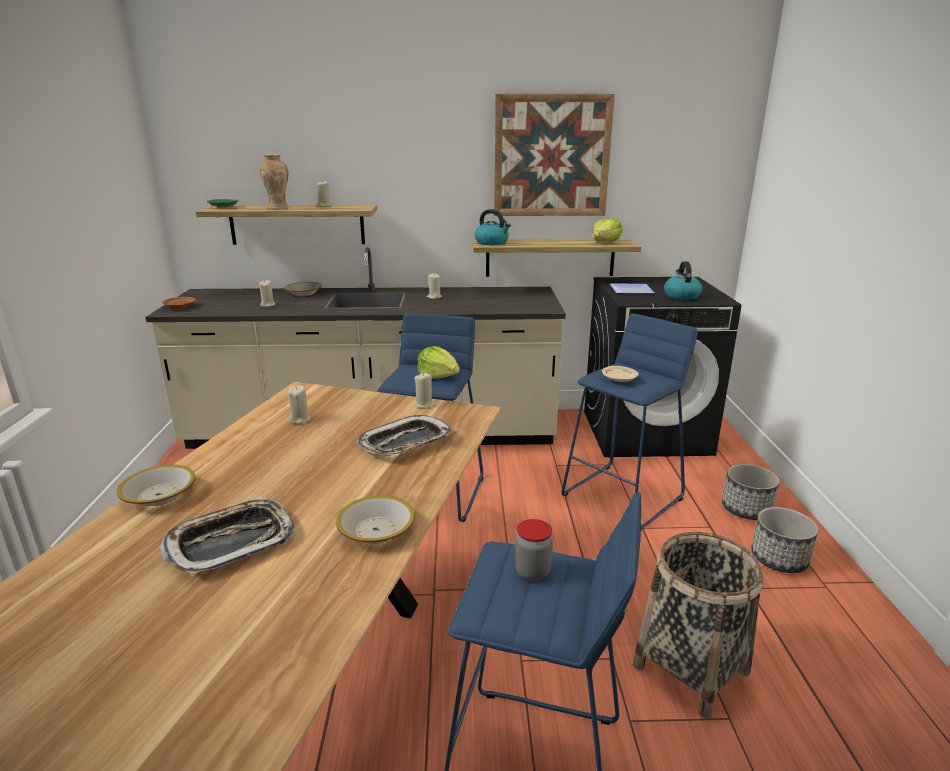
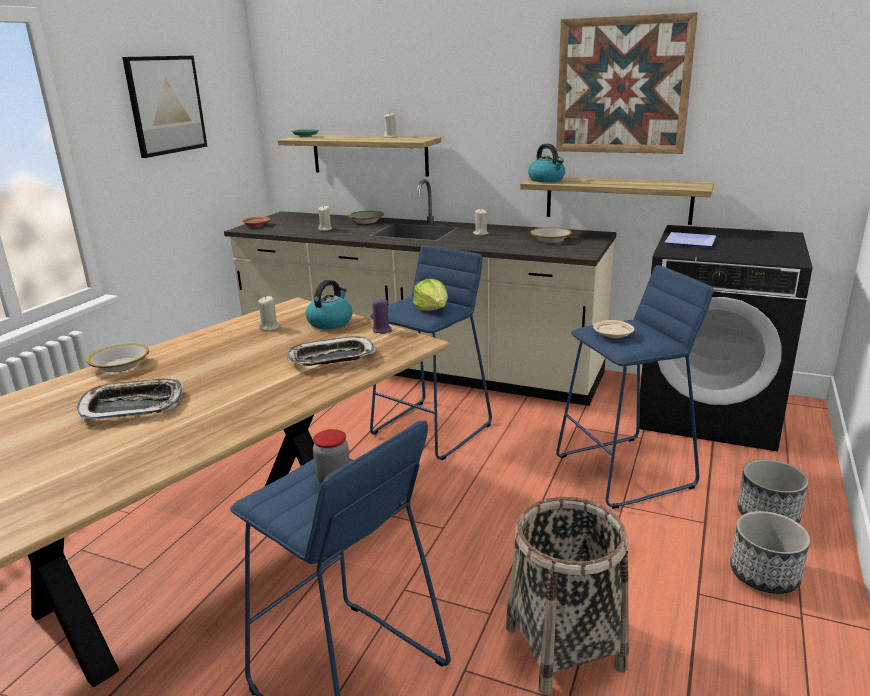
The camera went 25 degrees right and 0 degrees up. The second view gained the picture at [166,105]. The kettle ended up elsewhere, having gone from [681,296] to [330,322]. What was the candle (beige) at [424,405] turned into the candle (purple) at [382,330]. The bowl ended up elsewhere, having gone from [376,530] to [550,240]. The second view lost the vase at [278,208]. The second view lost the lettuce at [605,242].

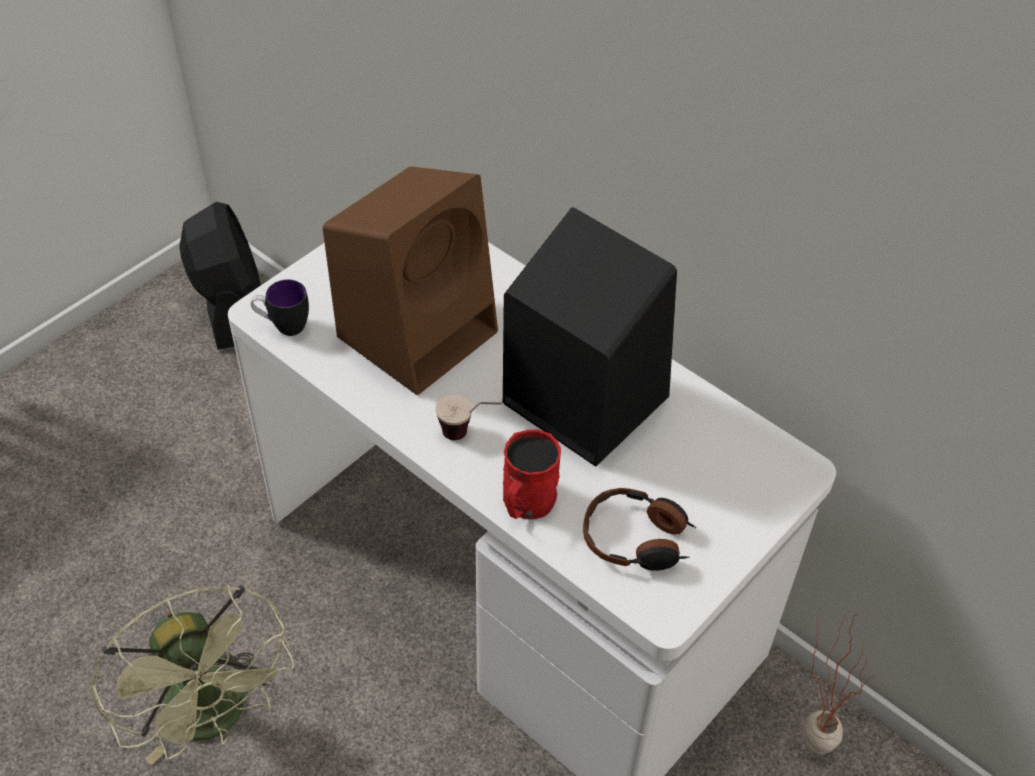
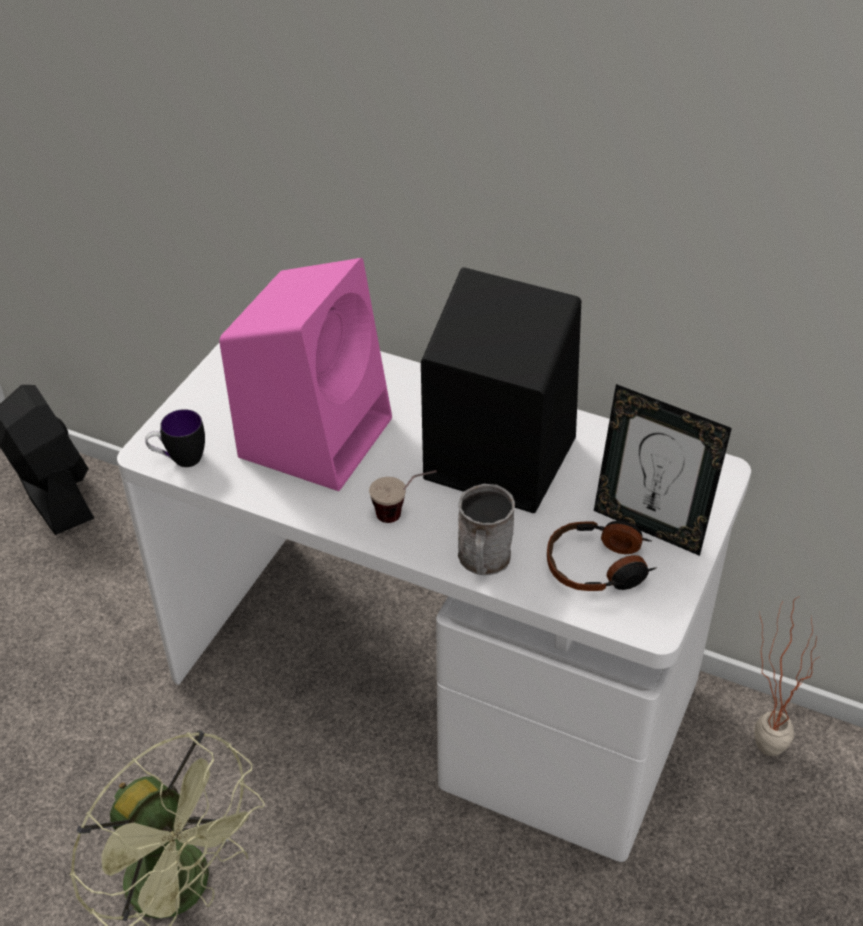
The camera went 15 degrees left and 5 degrees down. What was the speaker (brown) at [419,331] turned into the speaker (pink) at [317,434]. What was the mug (red) at [526,503] turned into the mug (grey) at [483,561]. The second view gained the picture frame at [650,526].

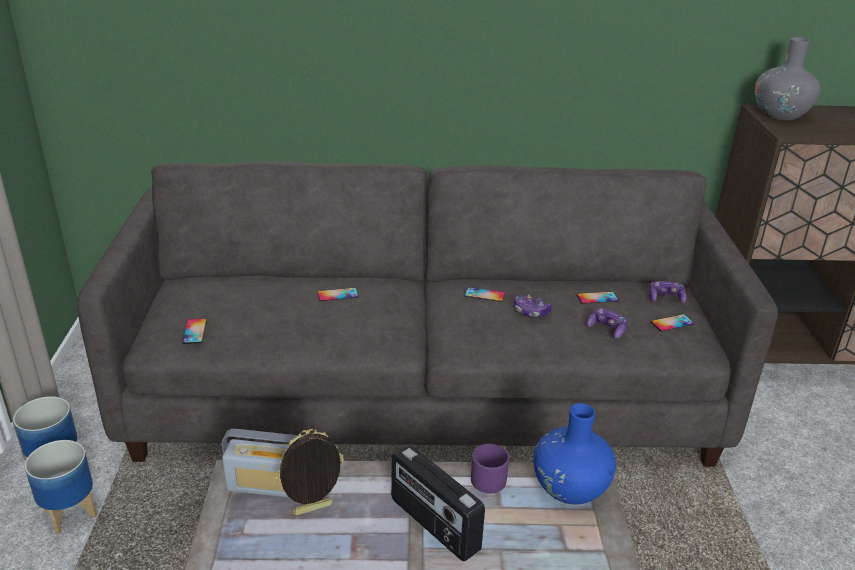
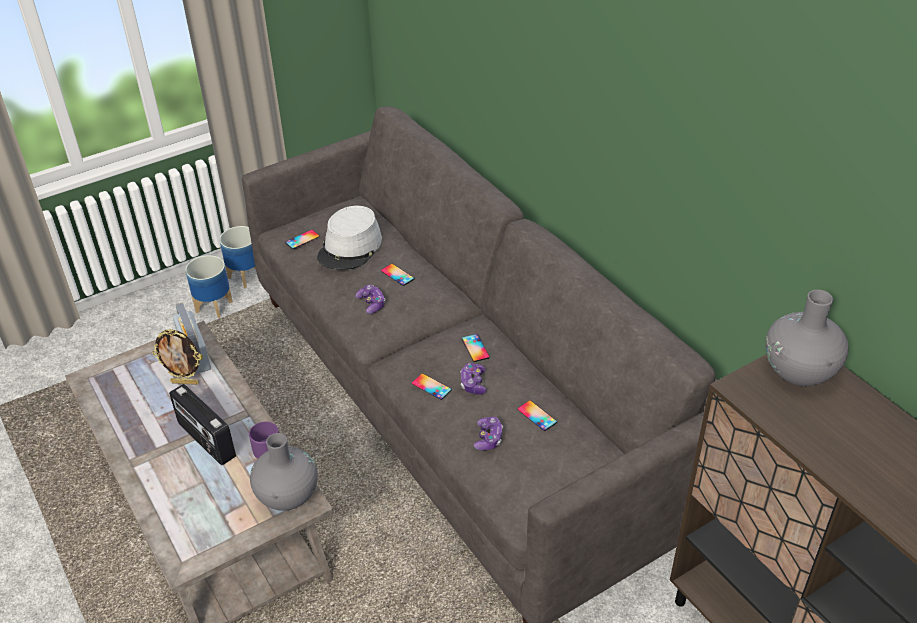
The camera went 60 degrees right and 10 degrees up. The picture frame at [313,510] ended up facing another way, 150 degrees clockwise from before. The radio at [433,525] ended up facing another way, 60 degrees counterclockwise from before. What was the vase (blue) at [570,488] turned into the vase (grey) at [287,495]. The second view gained the hat (grey) at [350,248]. The game controller ended up elsewhere, having gone from [665,298] to [371,303]. The phone ended up elsewhere, having gone from [672,323] to [431,386].

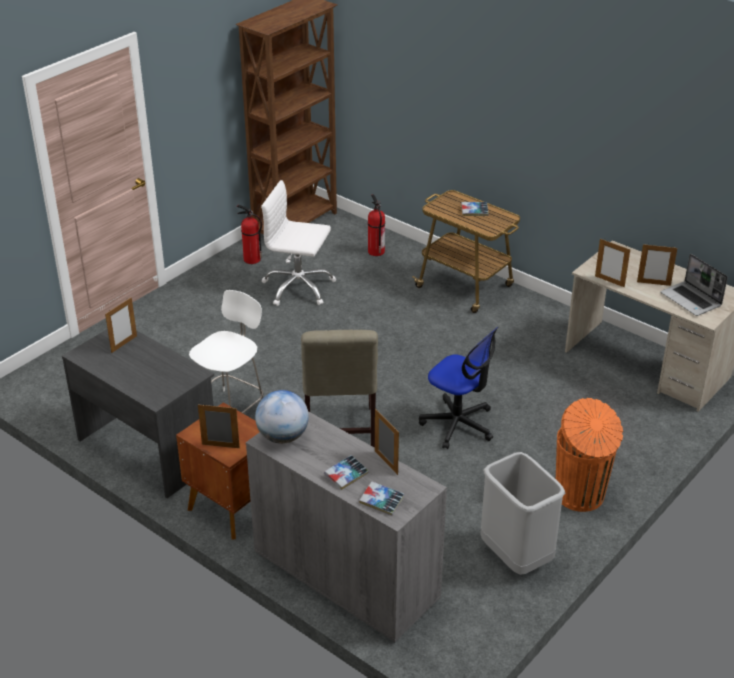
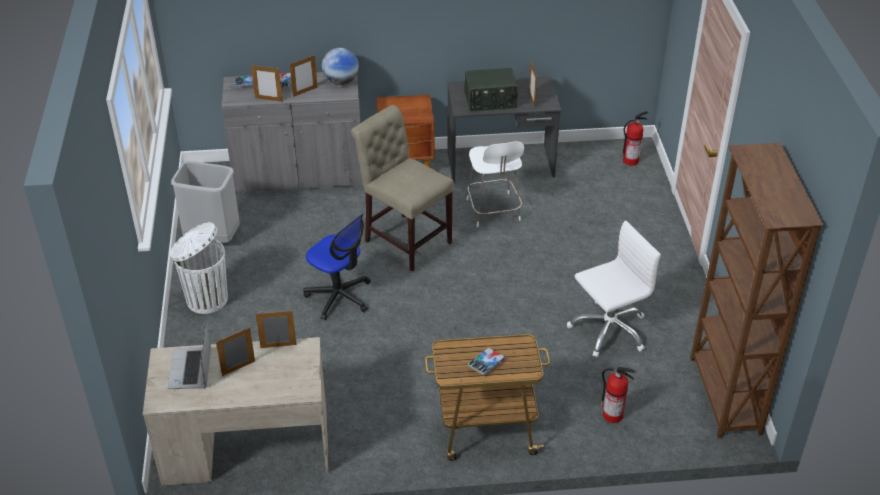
The camera went 135 degrees right and 5 degrees up. The laptop at [691,300] ended up facing another way, 105 degrees counterclockwise from before. What was the trash can (orange) at [580,495] turned into the trash can (white) at [205,299]. The picture frame ended up elsewhere, having gone from [220,446] to [305,92]. The office chair at [458,424] ended up facing another way, 135 degrees counterclockwise from before. The second view gained the radio at [490,101]. The fire extinguisher ended up elsewhere, having gone from [251,259] to [631,160].

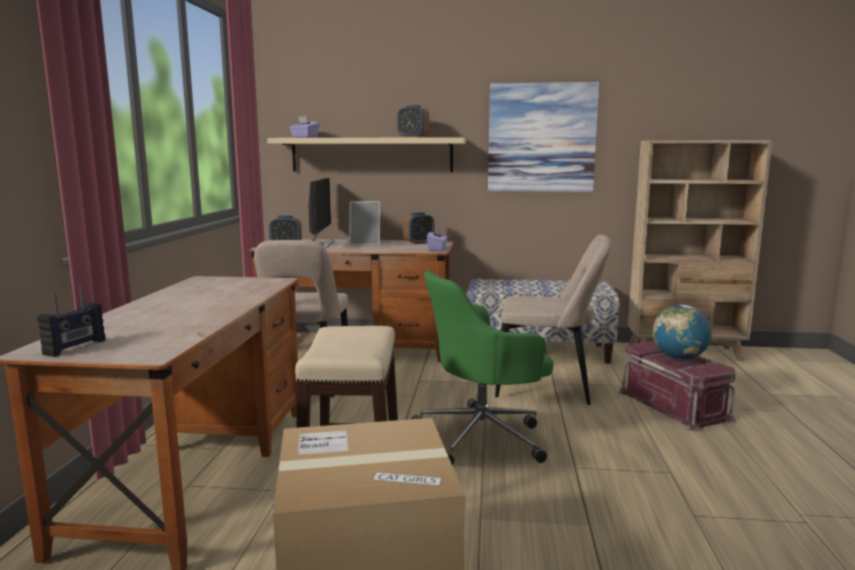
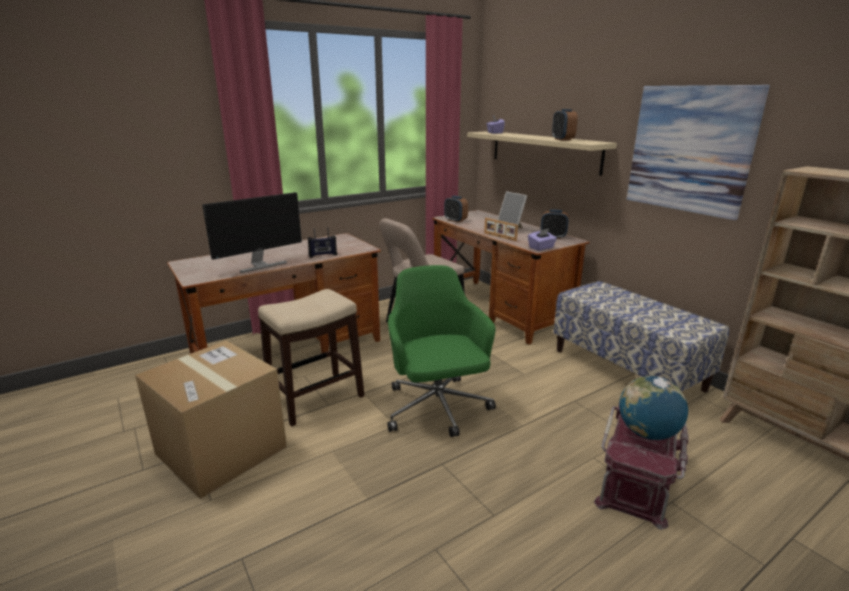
The camera went 50 degrees right and 10 degrees up. The monitor ended up elsewhere, having gone from [321,244] to [260,265]. The radio ended up elsewhere, having gone from [75,347] to [323,255]. The office chair (green) at [483,436] ended up facing another way, 45 degrees clockwise from before. The second view gained the picture frame at [499,237]. The second view lost the chair (beige) at [548,388].

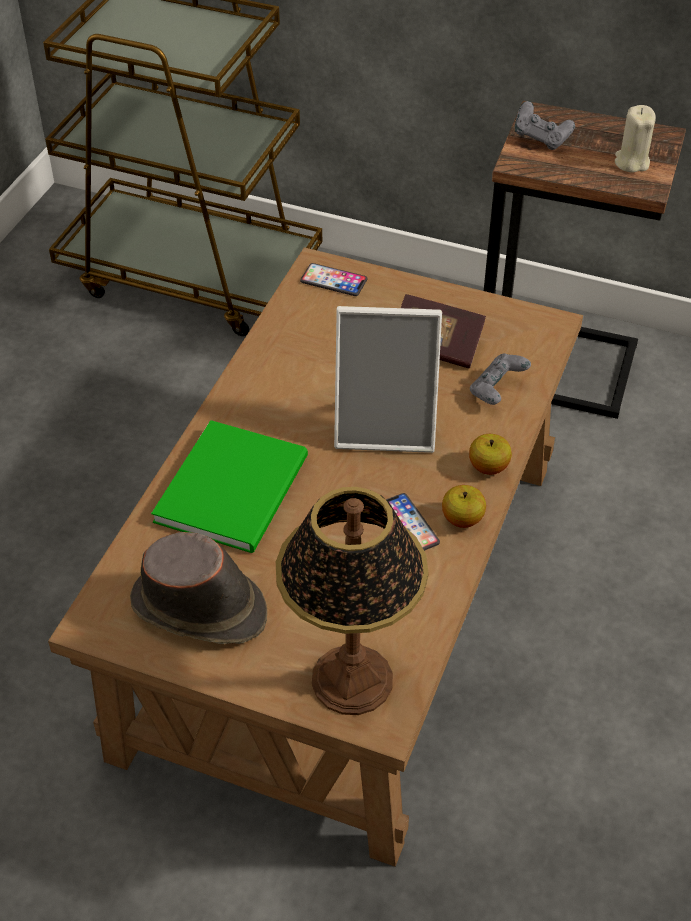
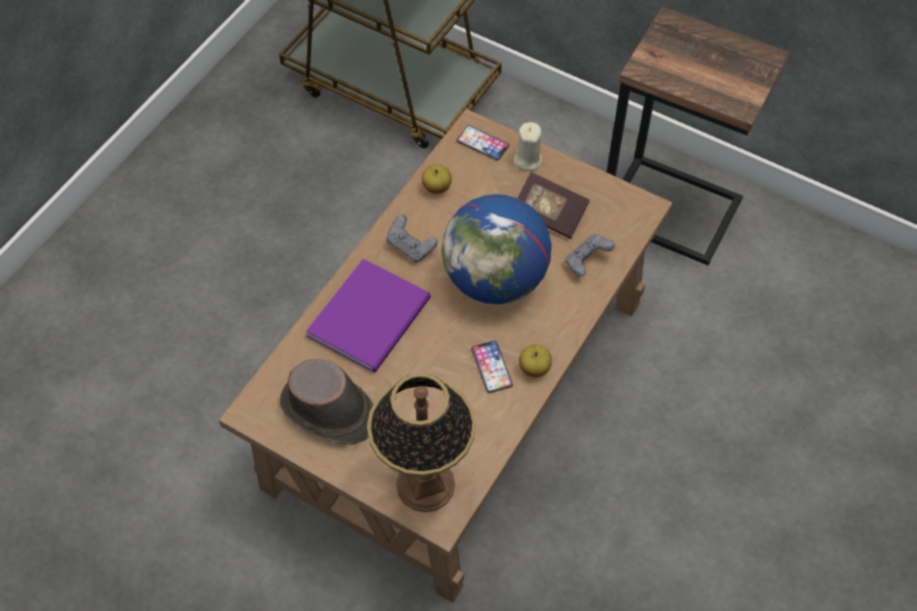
The camera went 10 degrees right and 10 degrees up. What was the book (green) at [237,487] turned into the book (purple) at [373,316]. The game controller (grey) ended up elsewhere, having gone from [541,139] to [411,247]. The apple ended up elsewhere, having gone from [488,467] to [436,187]. Where the picture frame stood at [386,425], the globe came to stand at [495,280]. The candle (beige) ended up elsewhere, having gone from [631,162] to [527,160].

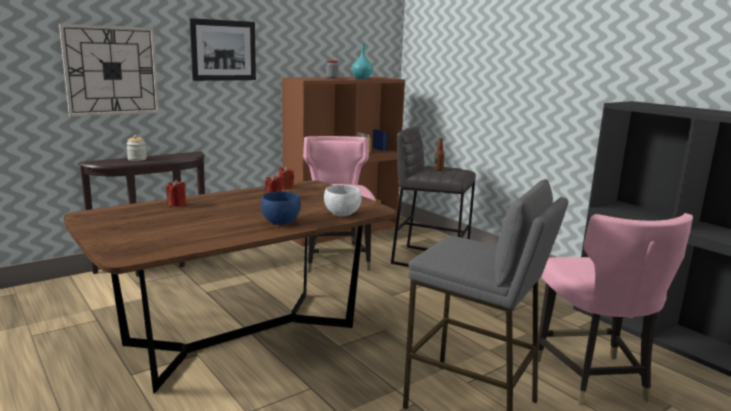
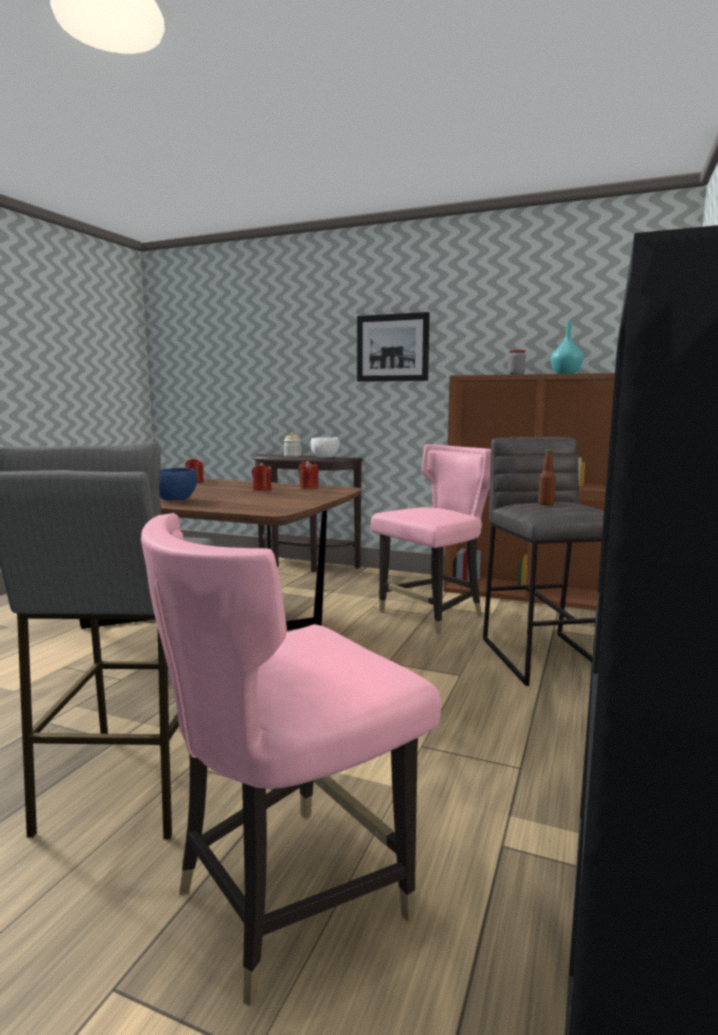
The camera went 60 degrees right and 5 degrees down. The bowl (white) ended up elsewhere, having gone from [342,214] to [325,458]. The second view lost the wall clock at [111,70].

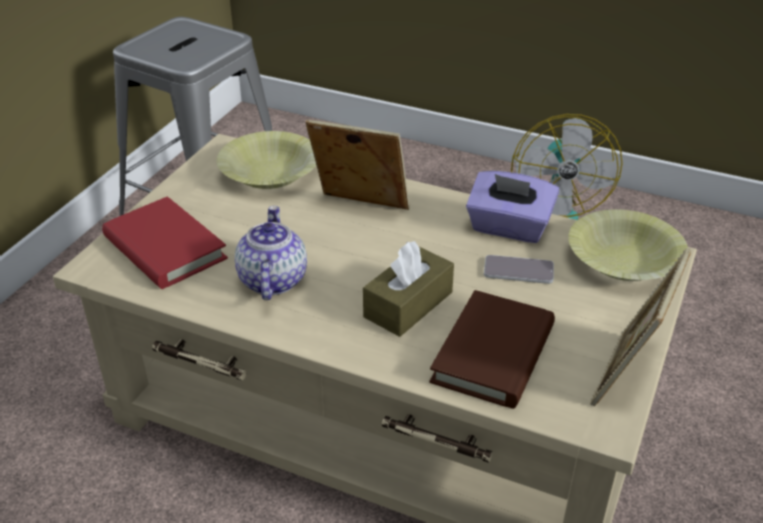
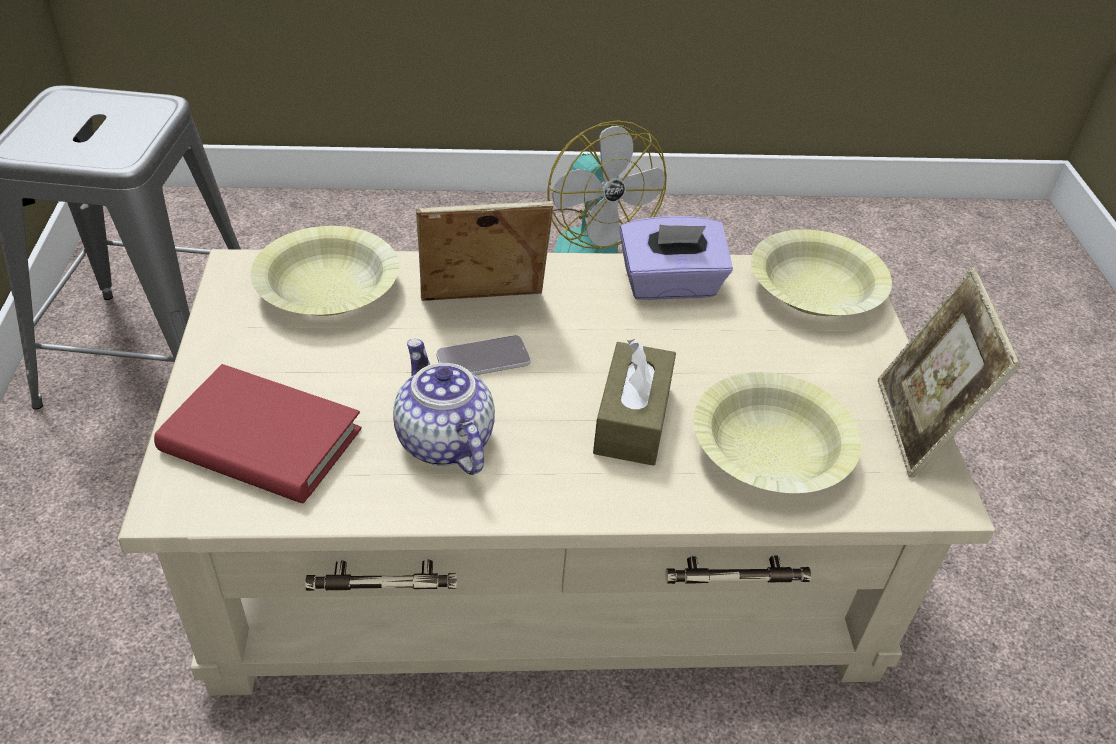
The camera went 30 degrees left and 5 degrees up. The phone ended up elsewhere, having gone from [518,270] to [483,359]. Where the book (brown) stood at [493,354], the bowl (yellow) came to stand at [770,451].

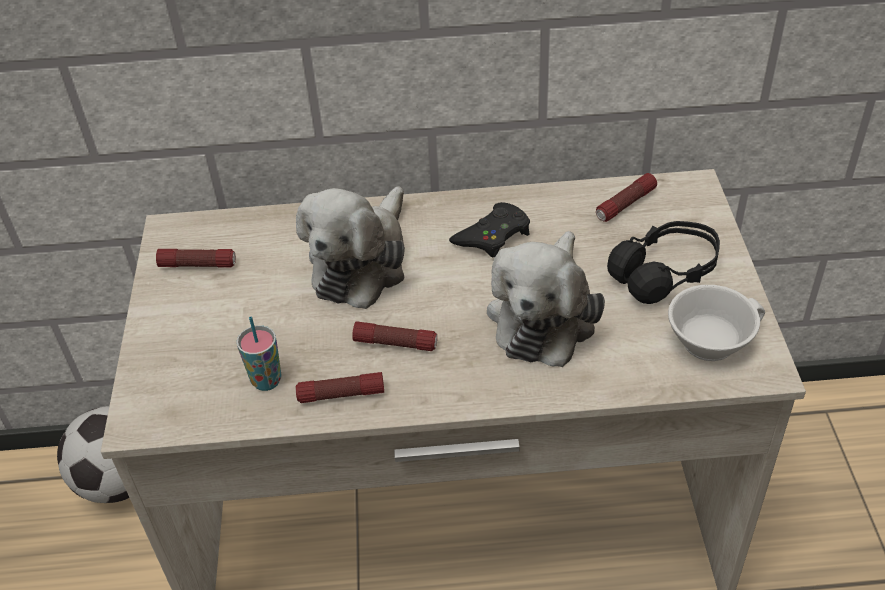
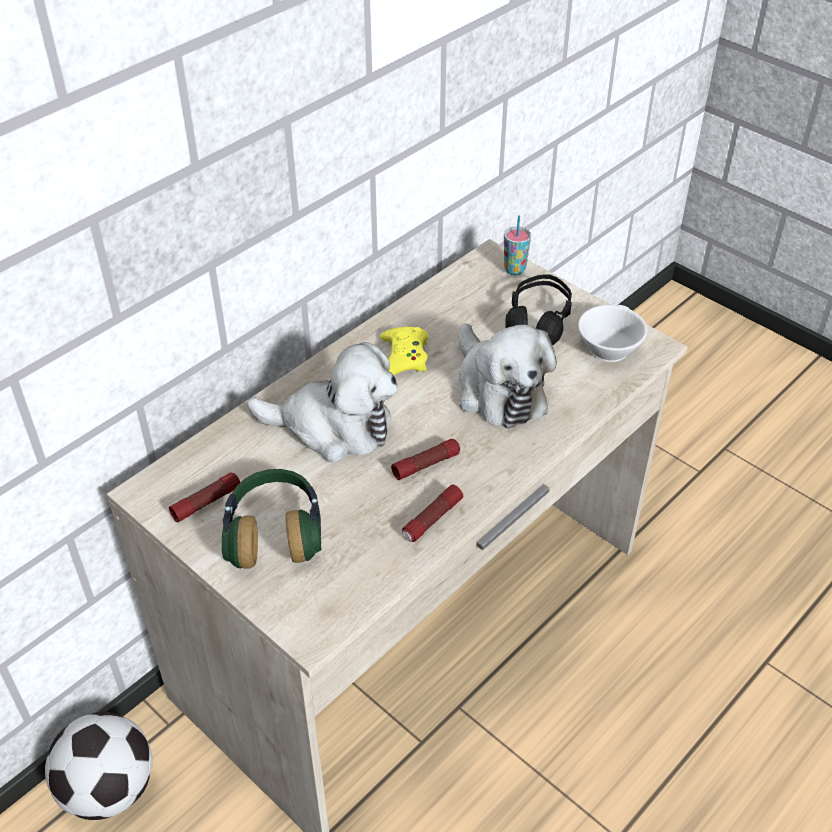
The camera went 45 degrees left and 0 degrees up. The second view gained the headphones at [274,532]. The plush toy at [362,262] ended up facing another way, 60 degrees counterclockwise from before. What was the game controller (black) at [493,236] turned into the game controller (yellow) at [403,357]. The cup ended up elsewhere, having gone from [266,381] to [514,270]. The second view lost the flashlight at [625,205].

